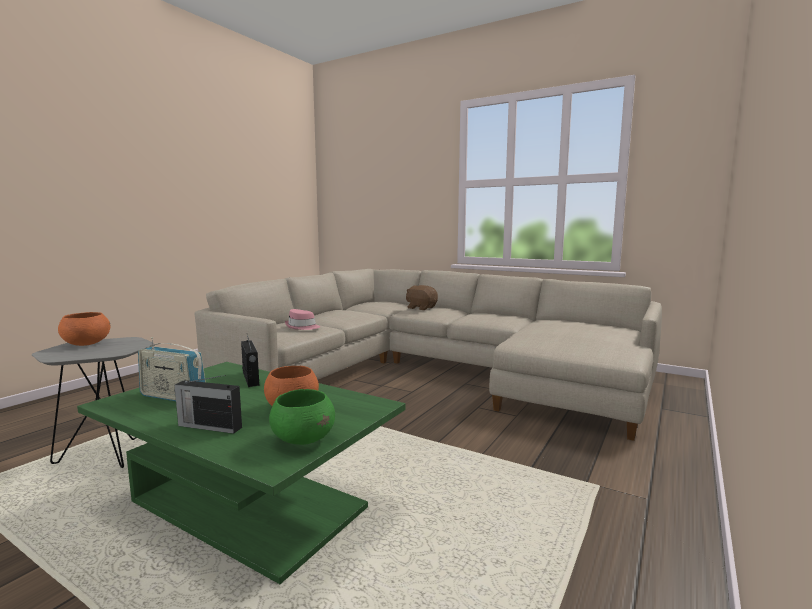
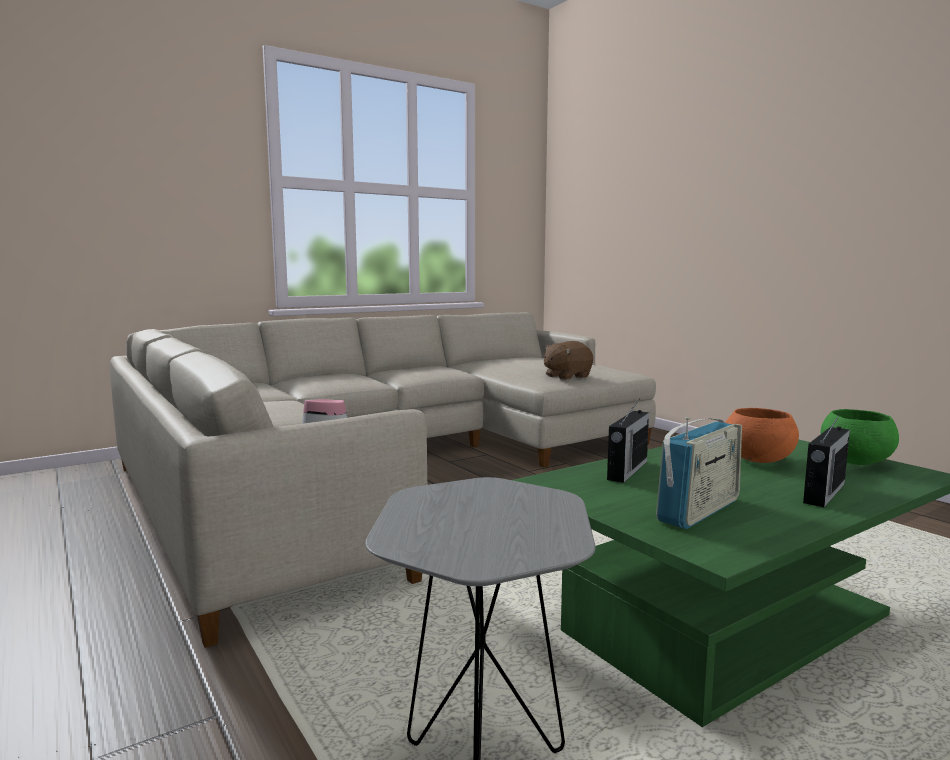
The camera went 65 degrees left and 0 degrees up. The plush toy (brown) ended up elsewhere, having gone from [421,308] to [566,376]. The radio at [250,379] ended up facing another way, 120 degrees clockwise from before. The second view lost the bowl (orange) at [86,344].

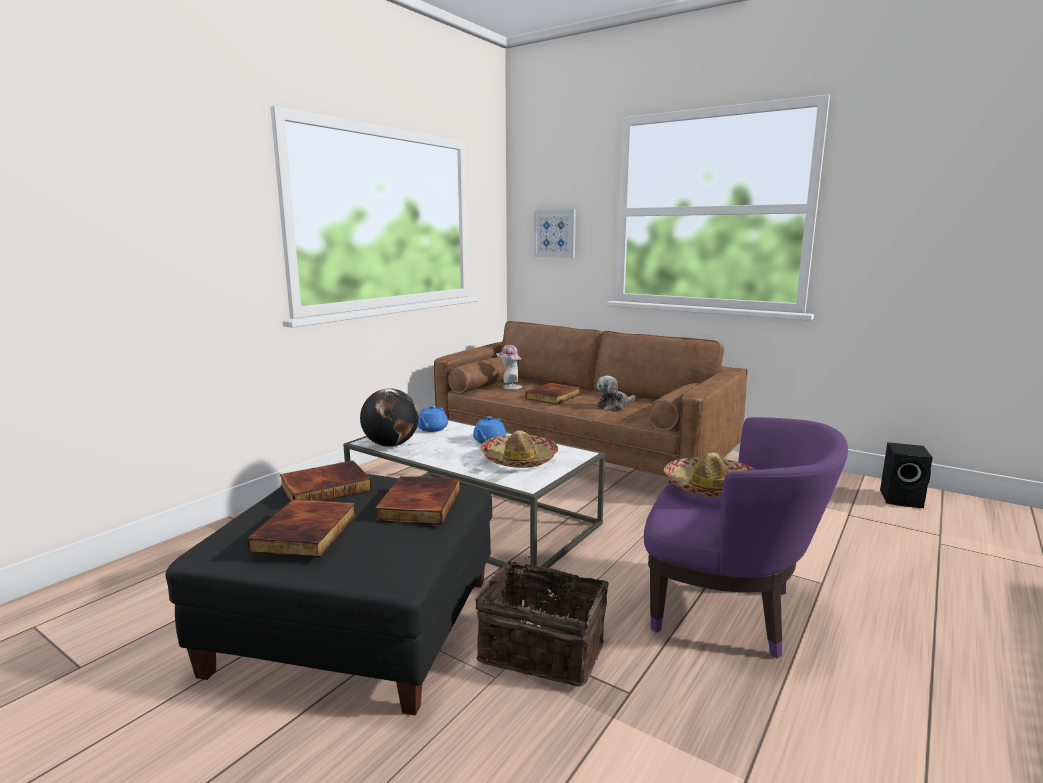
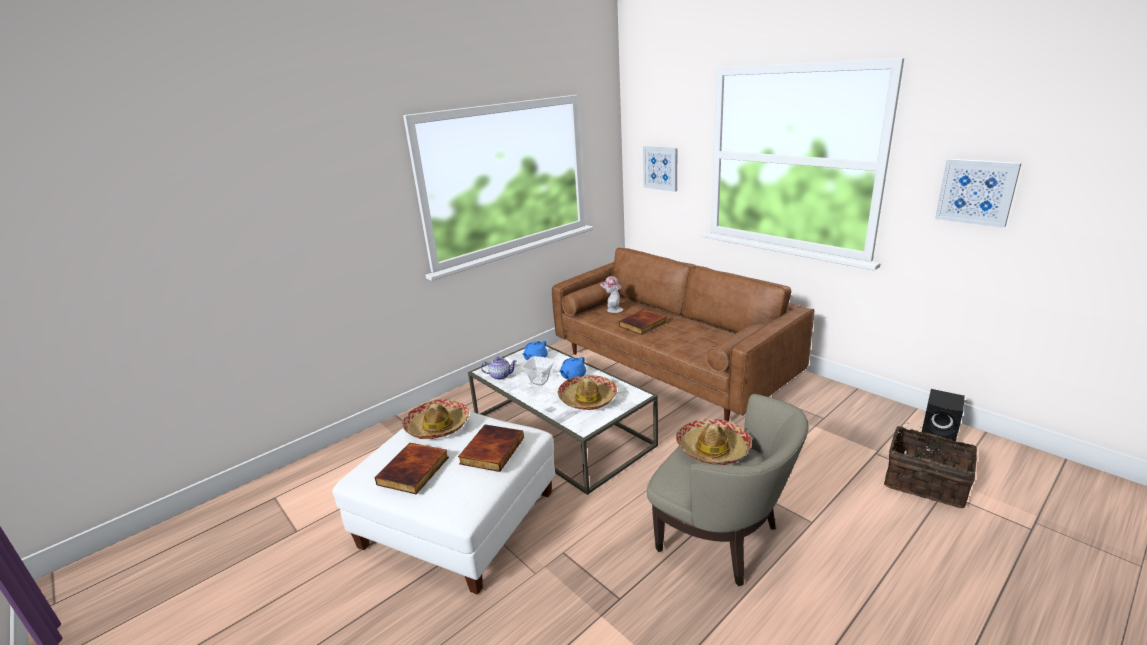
The camera went 15 degrees right and 10 degrees up. What was the ottoman (black) at [355,625] turned into the ottoman (white) at [457,519]. Where the book stood at [326,487], the hat came to stand at [437,426]. Where the globe stood at [391,445], the teapot came to stand at [500,376]. The second view gained the bowl at [540,381]. What was the armchair (purple) at [728,610] turned into the armchair (beige) at [722,539]. The basket ended up elsewhere, having gone from [543,649] to [925,482]. The second view gained the picture at [976,192]. The second view lost the plush toy at [613,406].

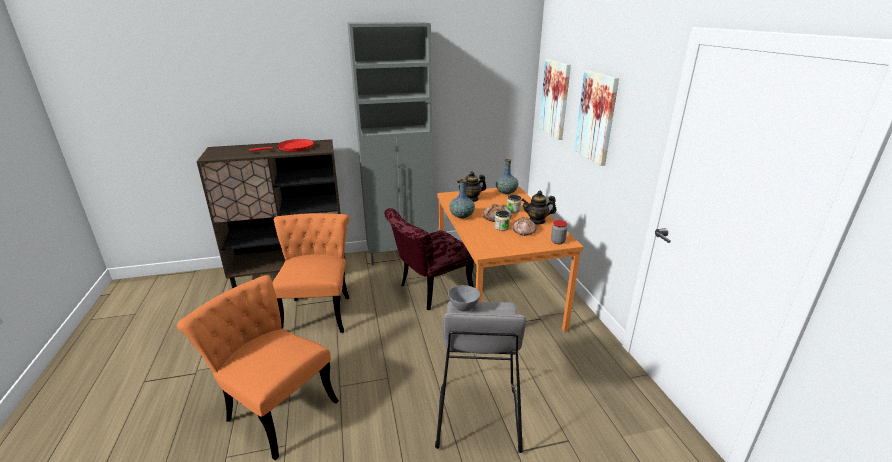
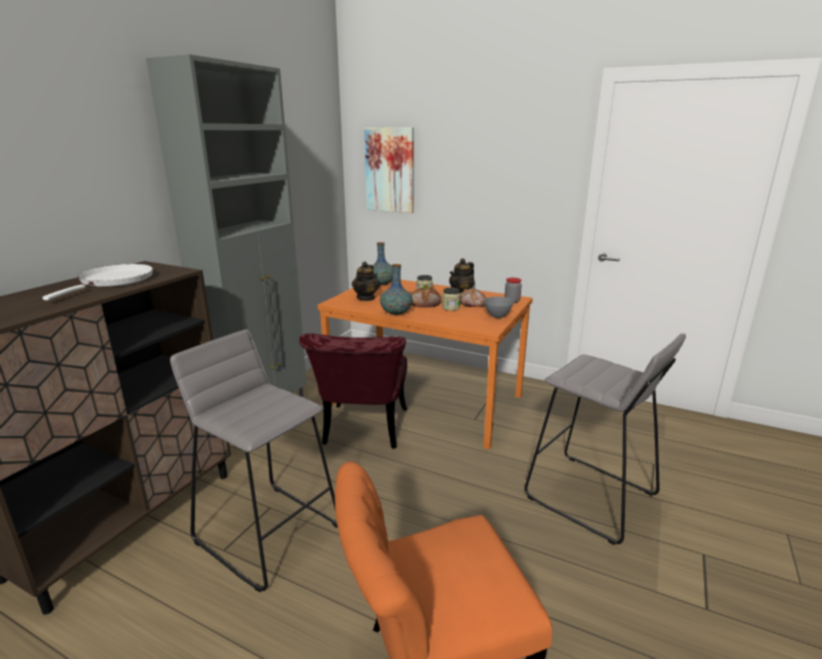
The camera went 50 degrees left and 5 degrees down. What was the frying pan (red) at [293,148] turned into the frying pan (white) at [114,281]. Where the chair (orange) stood at [318,310], the stool (grey) came to stand at [268,532]. The bowl (grey) ended up elsewhere, having gone from [463,308] to [497,316]. The second view lost the picture at [596,117].

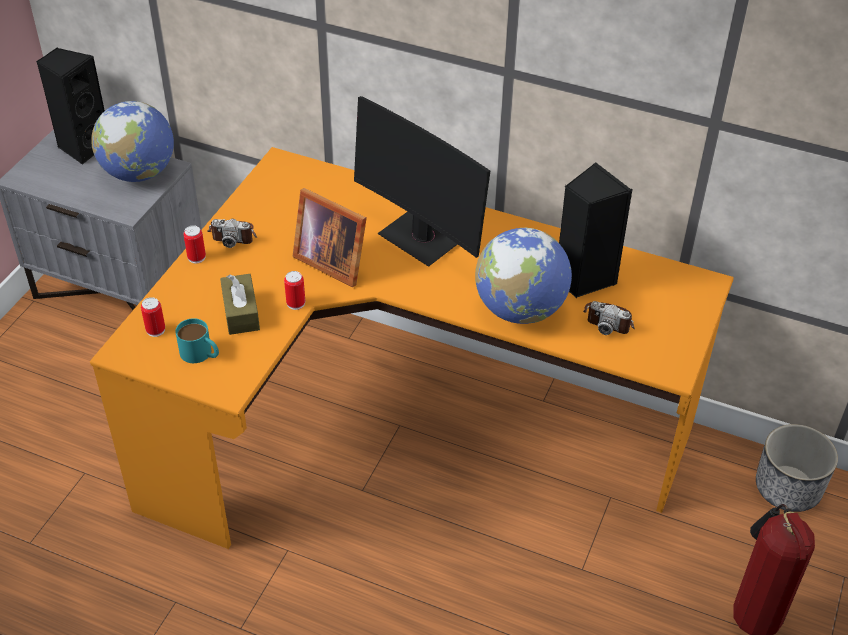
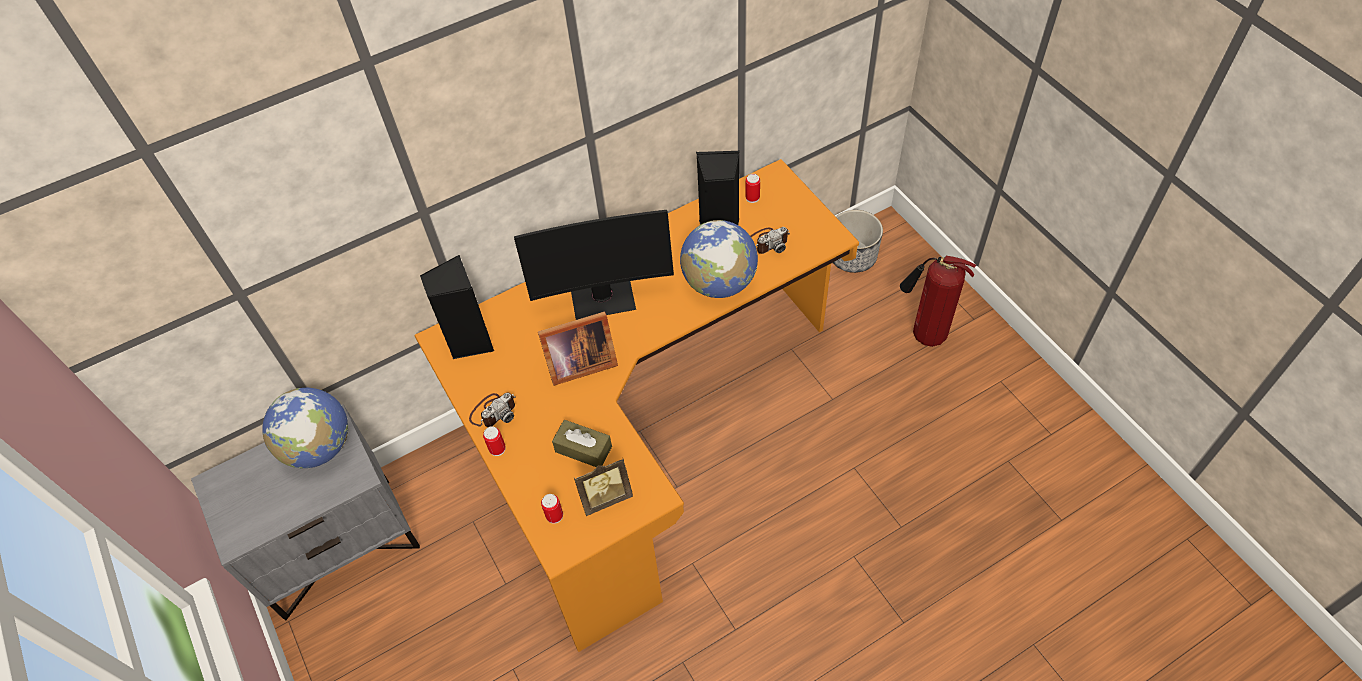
The camera went 50 degrees left and 10 degrees up. The speaker (black) ended up elsewhere, having gone from [83,147] to [469,341]. Where the mug (turquoise) stood at [201,354], the picture frame came to stand at [605,497]. The can ended up elsewhere, having gone from [296,303] to [752,197].

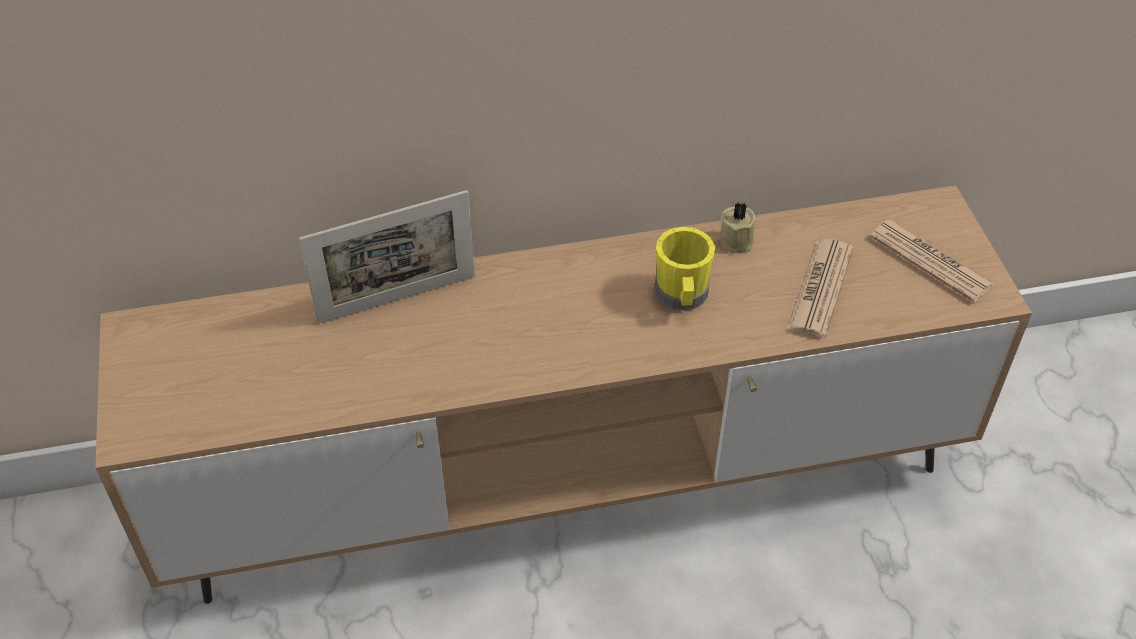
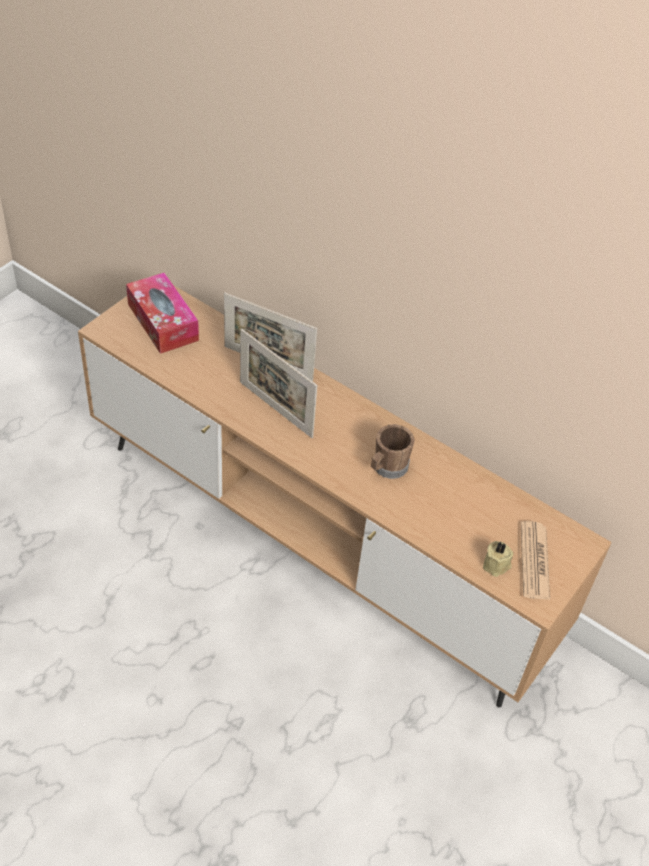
The camera went 45 degrees right and 0 degrees up. The second view gained the tissue box at [163,322]. The second view gained the picture frame at [275,409]. What was the mug (yellow) at [682,296] turned into the mug (brown) at [387,467]. The candle (beige) ended up elsewhere, having gone from [737,240] to [497,565]. The second view lost the newspaper at [820,289].

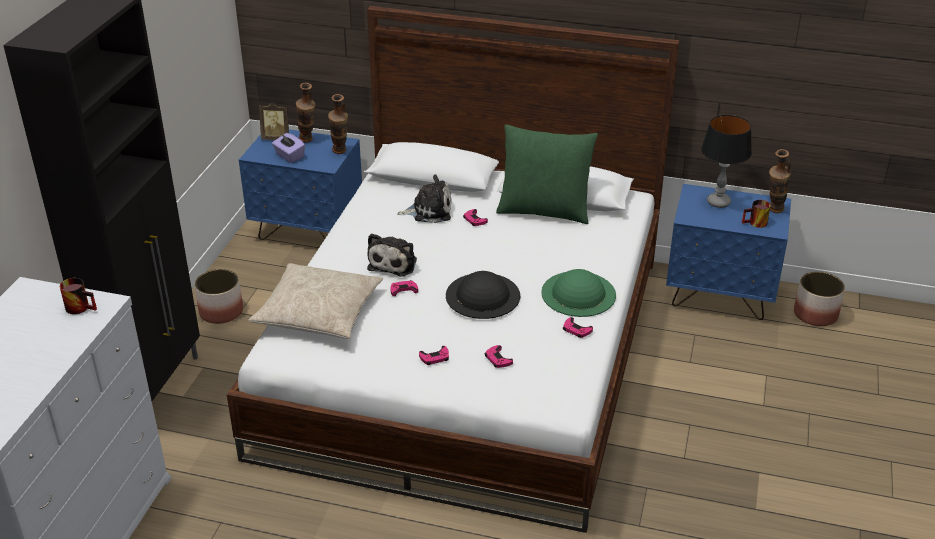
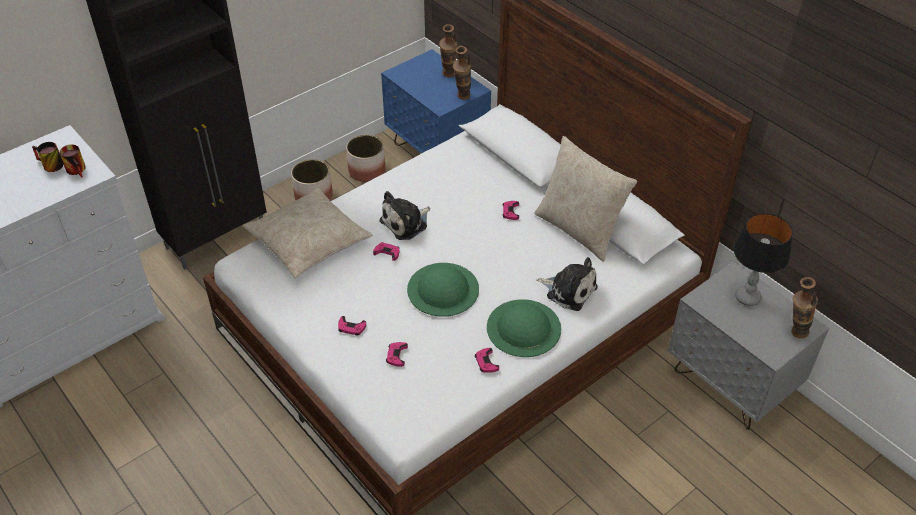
The camera went 35 degrees right and 10 degrees up. The mug ended up elsewhere, having gone from [755,224] to [49,166]. The planter ended up elsewhere, having gone from [815,314] to [367,171]. What was the hat (black) at [483,295] turned into the hat (green) at [443,289]. What was the pillow (green) at [544,210] turned into the pillow (beige) at [579,230]. The plush toy ended up elsewhere, having gone from [429,211] to [569,290]. What was the nightstand (blue) at [720,296] turned into the nightstand (grey) at [731,384]. The second view lost the picture frame at [276,138]. The second view lost the tissue box (purple) at [289,156].

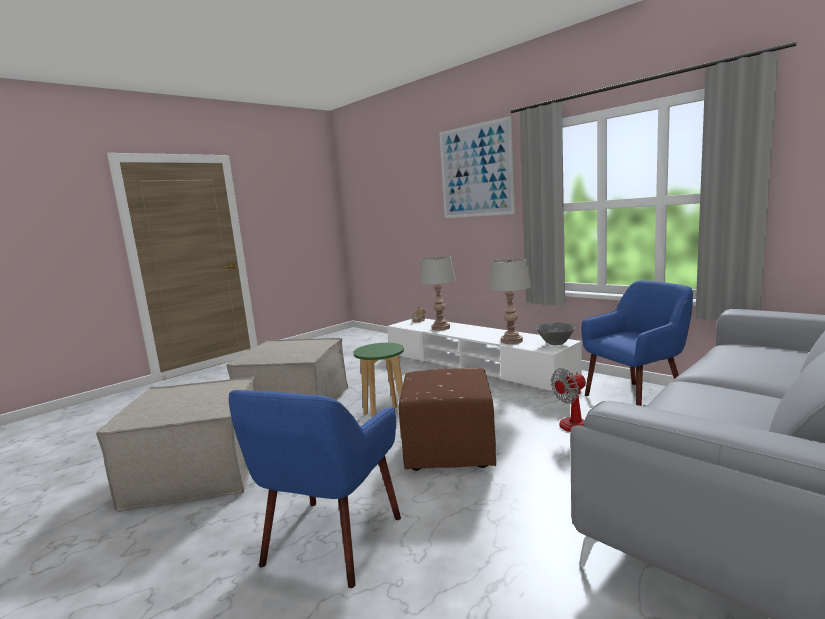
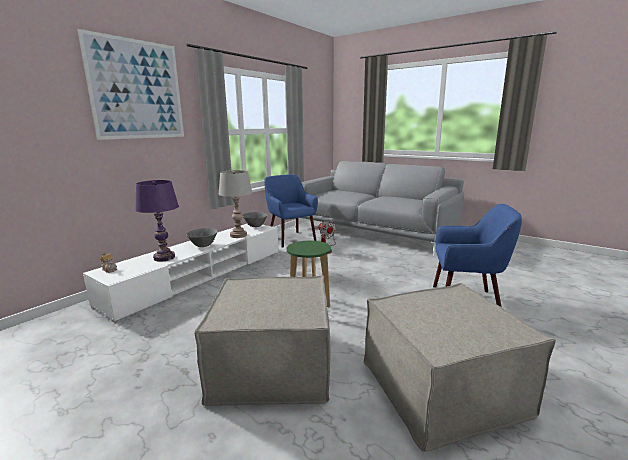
The camera went 100 degrees left and 5 degrees up. What was the table lamp (grey) at [440,328] turned into the table lamp (purple) at [164,257]. The second view gained the bowl (grey) at [203,246]. The second view lost the ottoman (brown) at [448,450].

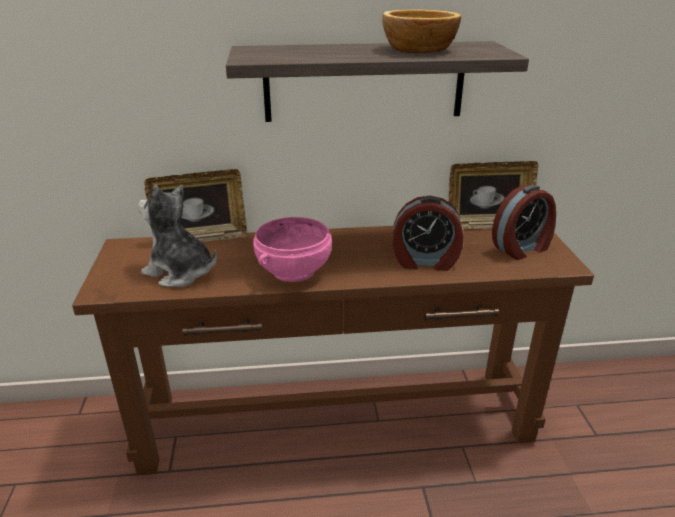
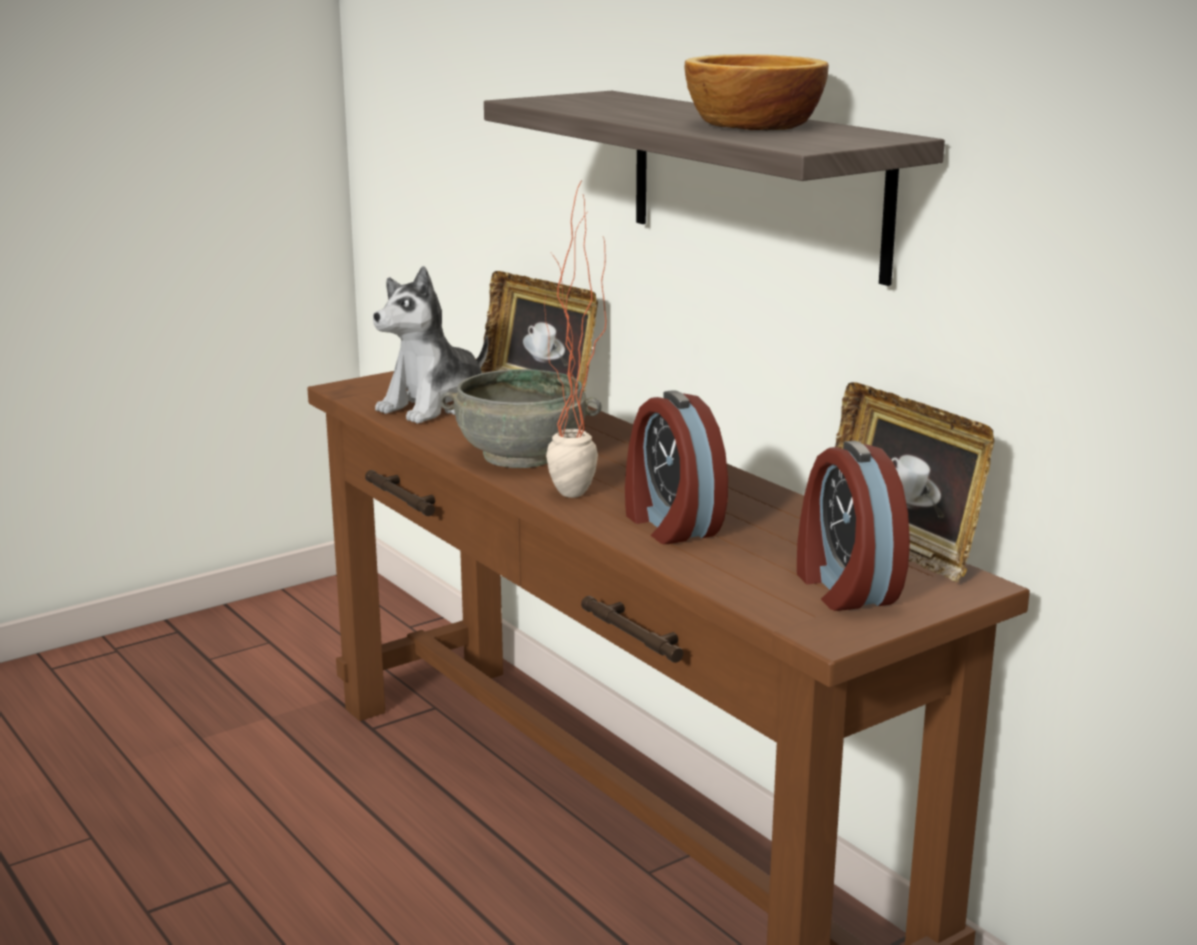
The camera went 60 degrees right and 10 degrees down. The plush toy at [180,272] ended up facing another way, 135 degrees counterclockwise from before. What was the bowl (pink) at [294,271] turned into the bowl (grey) at [520,456]. The second view gained the potted plant at [574,500]. The alarm clock at [522,248] ended up facing another way, 45 degrees clockwise from before.

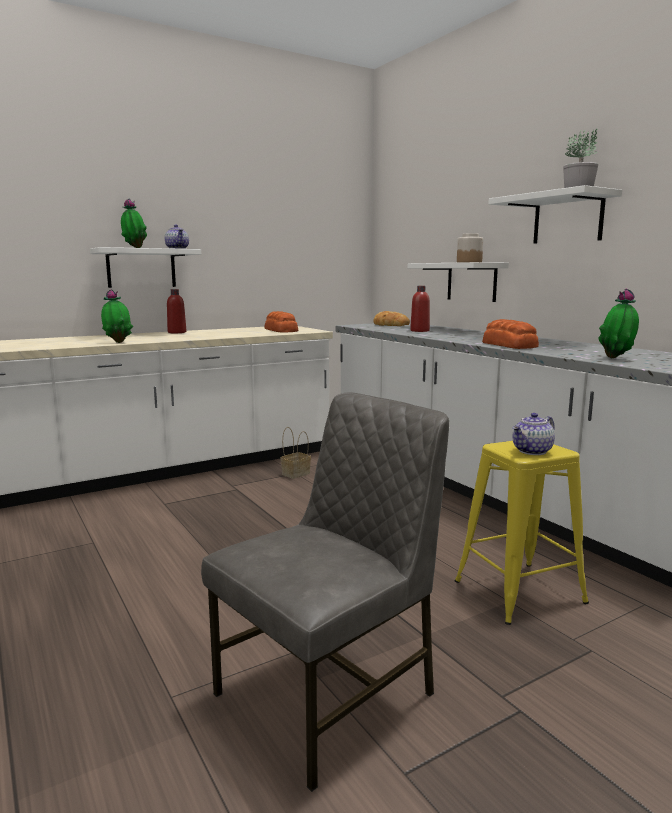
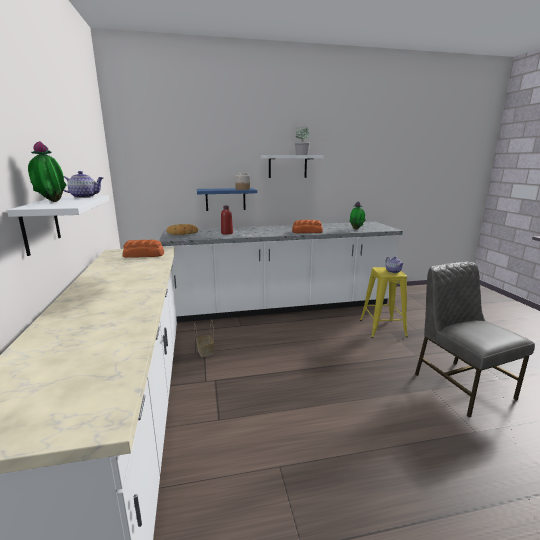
The camera went 70 degrees left and 5 degrees up. What was the shelf (white) at [471,282] turned into the shelf (blue) at [225,199]. The second view lost the potted plant at [118,342]. The second view lost the bottle (red) at [177,332].

